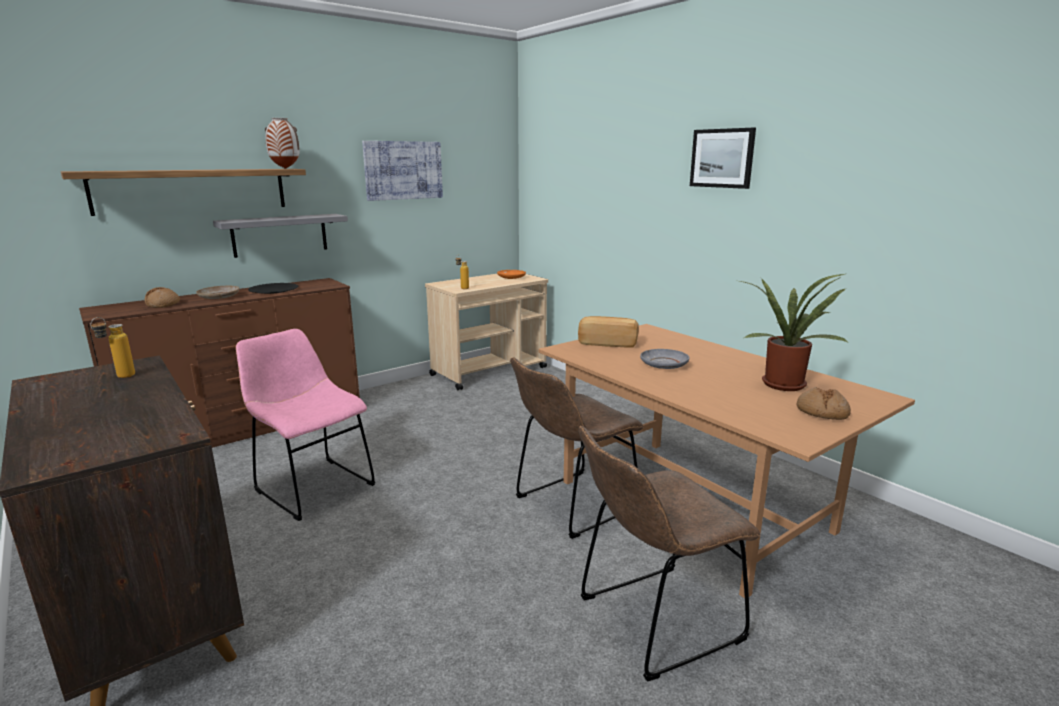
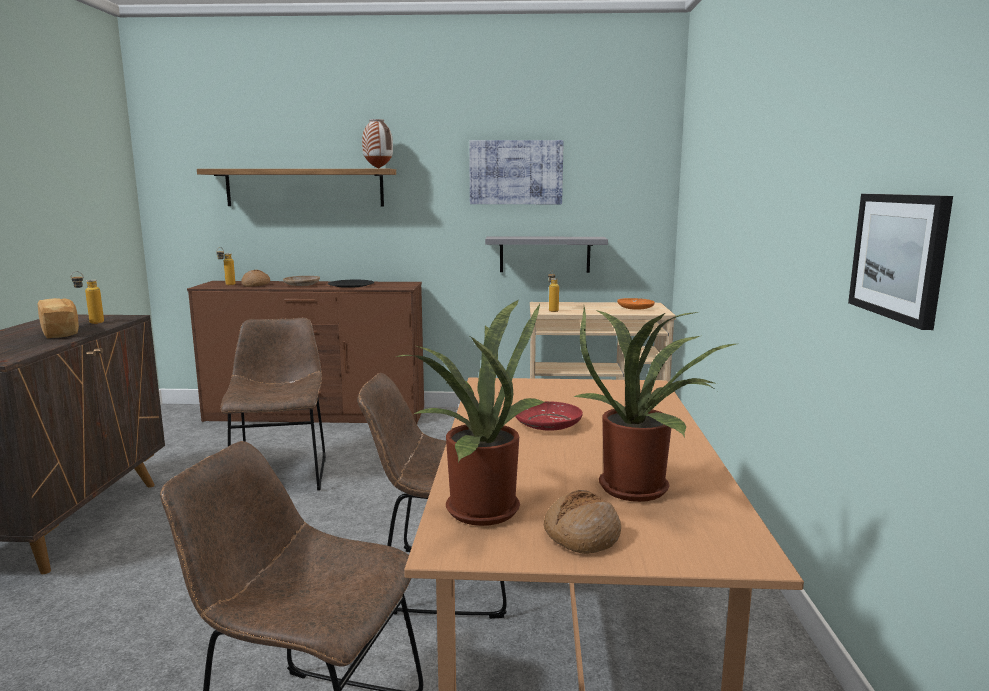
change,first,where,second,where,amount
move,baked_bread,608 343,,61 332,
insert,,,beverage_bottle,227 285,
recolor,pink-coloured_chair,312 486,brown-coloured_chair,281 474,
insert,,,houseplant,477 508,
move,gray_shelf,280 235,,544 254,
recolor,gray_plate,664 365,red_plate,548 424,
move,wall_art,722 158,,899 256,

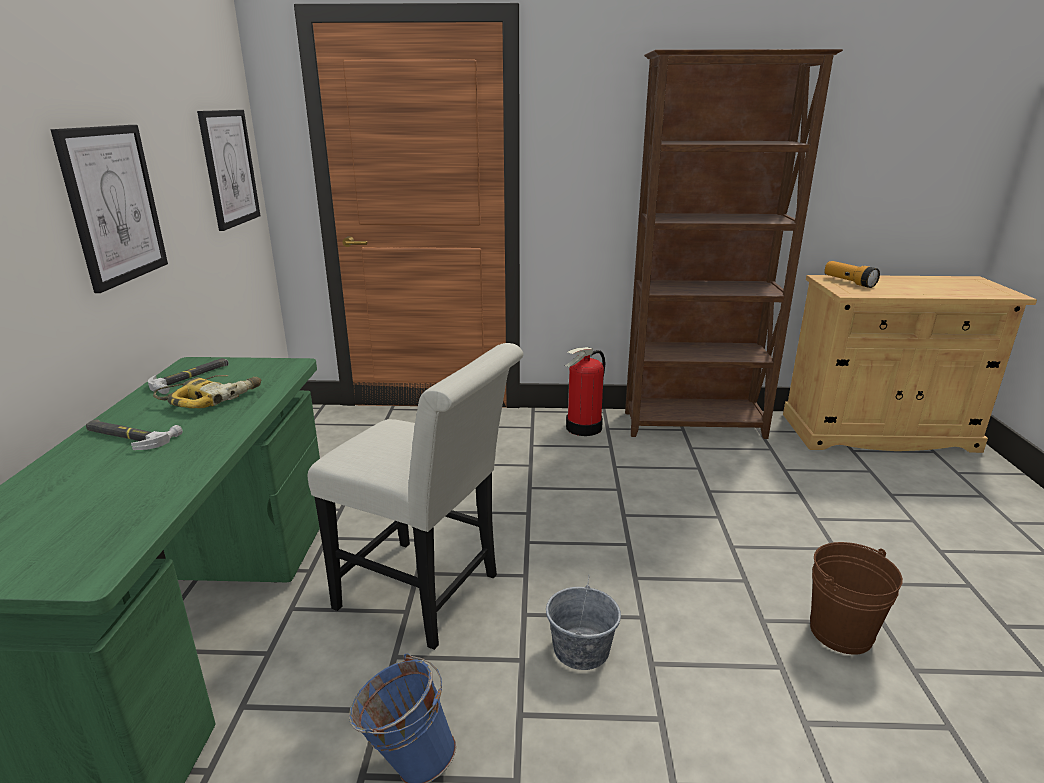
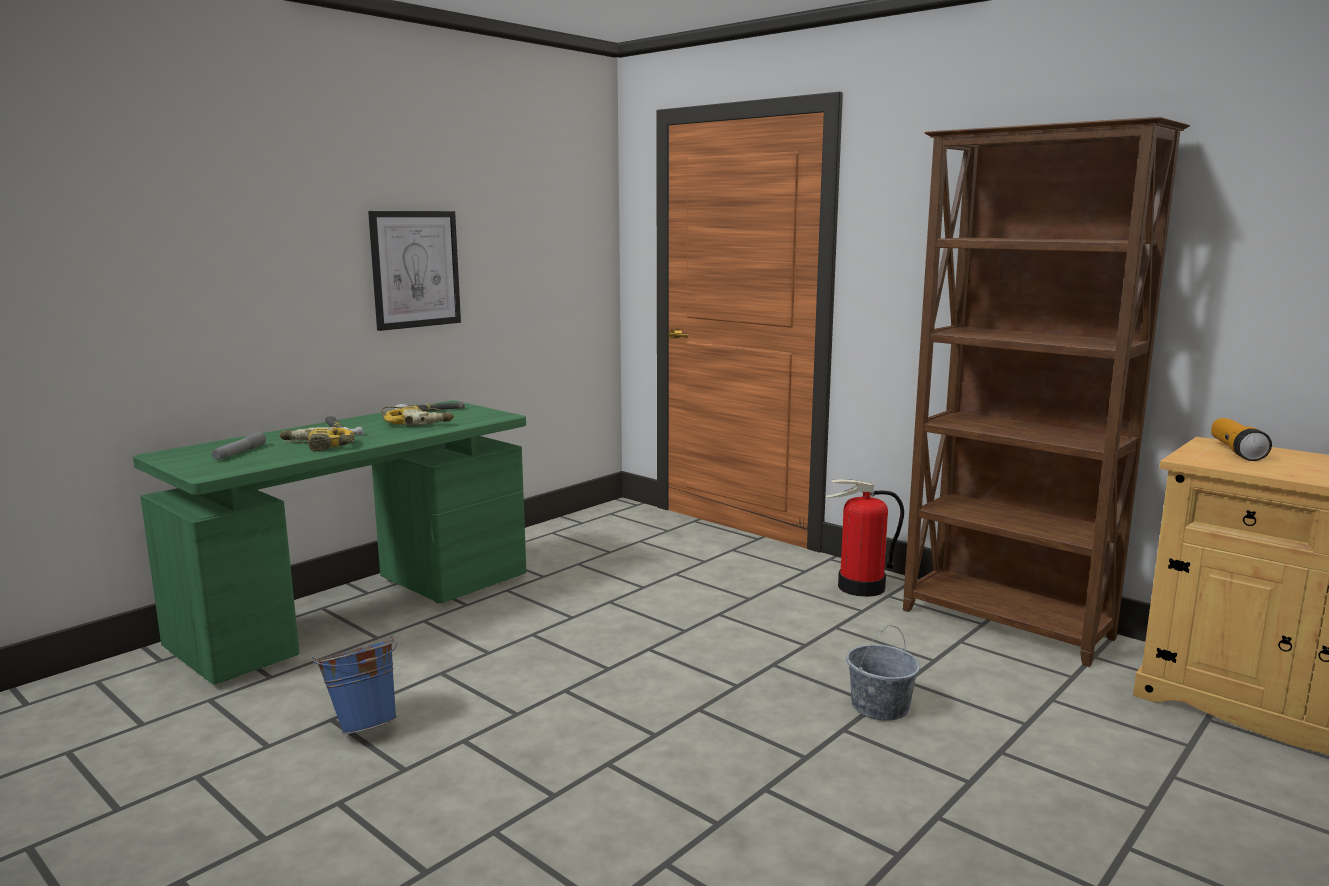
change,first,where,second,where,amount
insert,,,gray_hand_torch,239 453,
insert,,,drill,317 447,
move,gray_pail,581 649,,880 706,
delete,wall_art,229 168,,,
delete,white-coloured_chair,427 595,,,
delete,brown-coloured_pail,841 632,,,

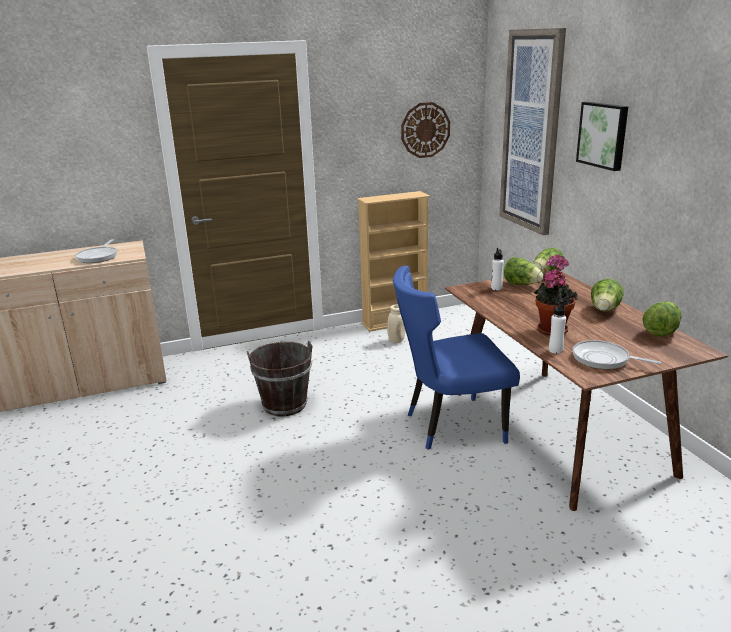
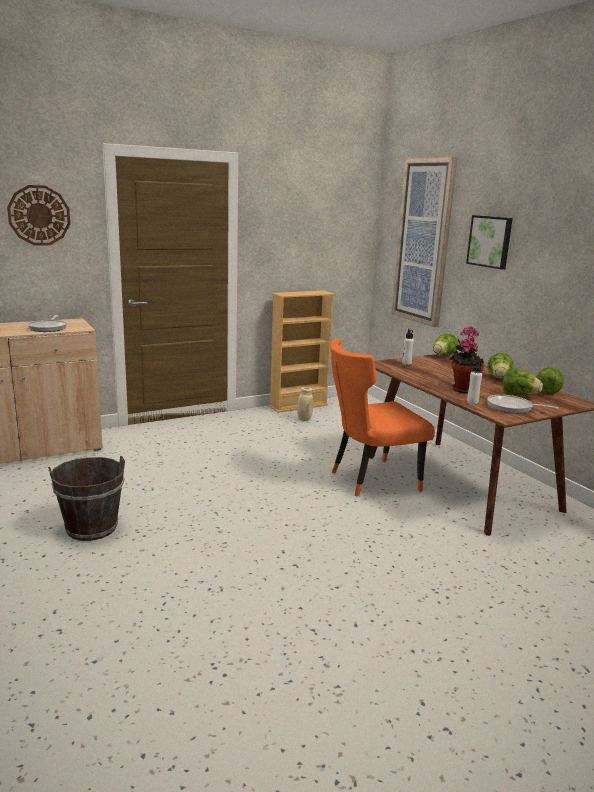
change,first,where,second,where,amount
move,hanging_clock,425 130,,39 215,
move,brown-coloured_pail,284 405,,91 528,
recolor,blue-coloured_chair,450 426,orange_chair,370 480,
move,lettuce_head,521 284,,519 395,

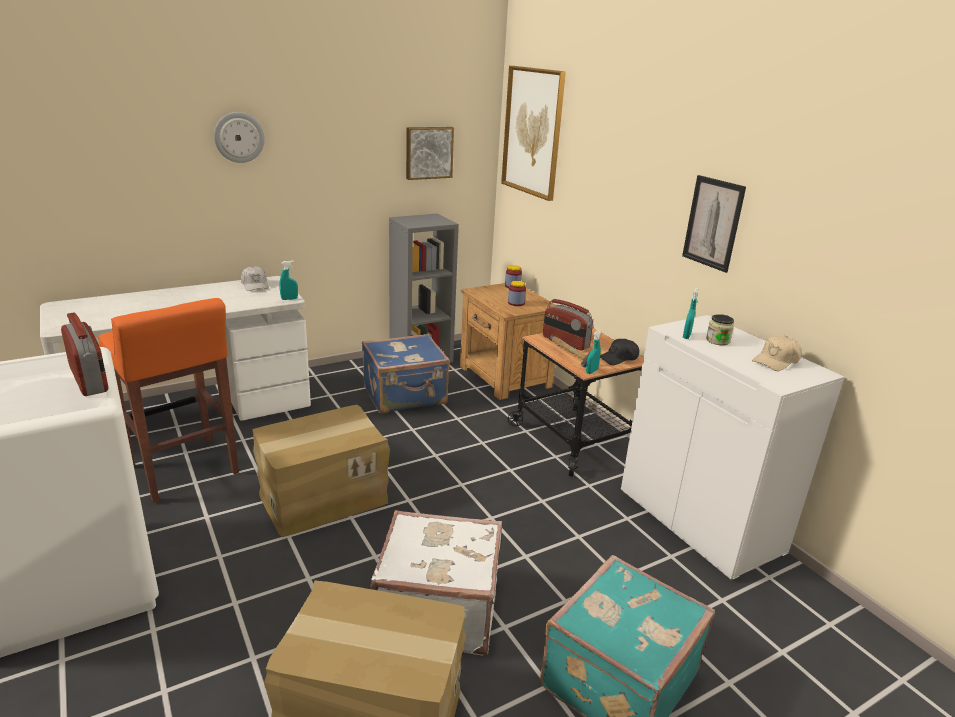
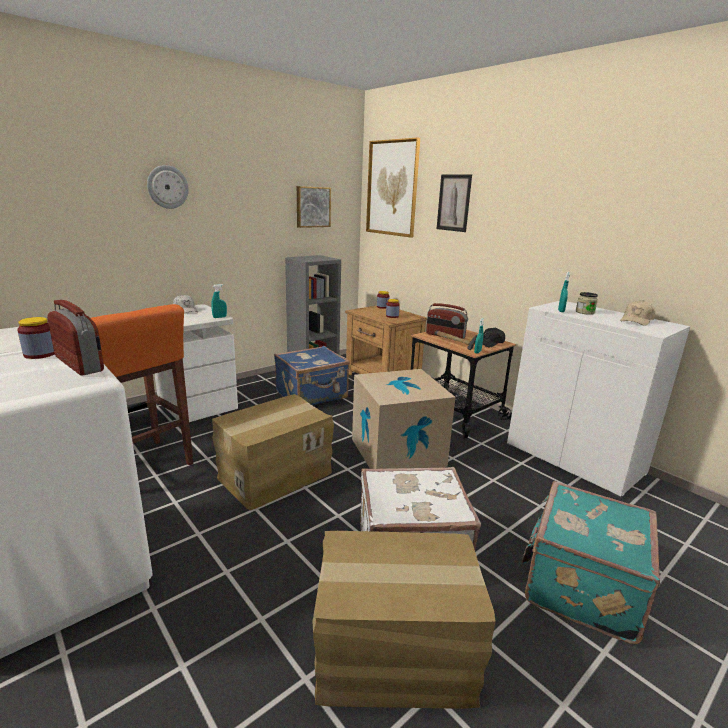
change,first,where,second,where,amount
insert,,,storage_jar,40 354,
insert,,,cardboard_box,397 452,
move,wall_art,713 223,,454 203,

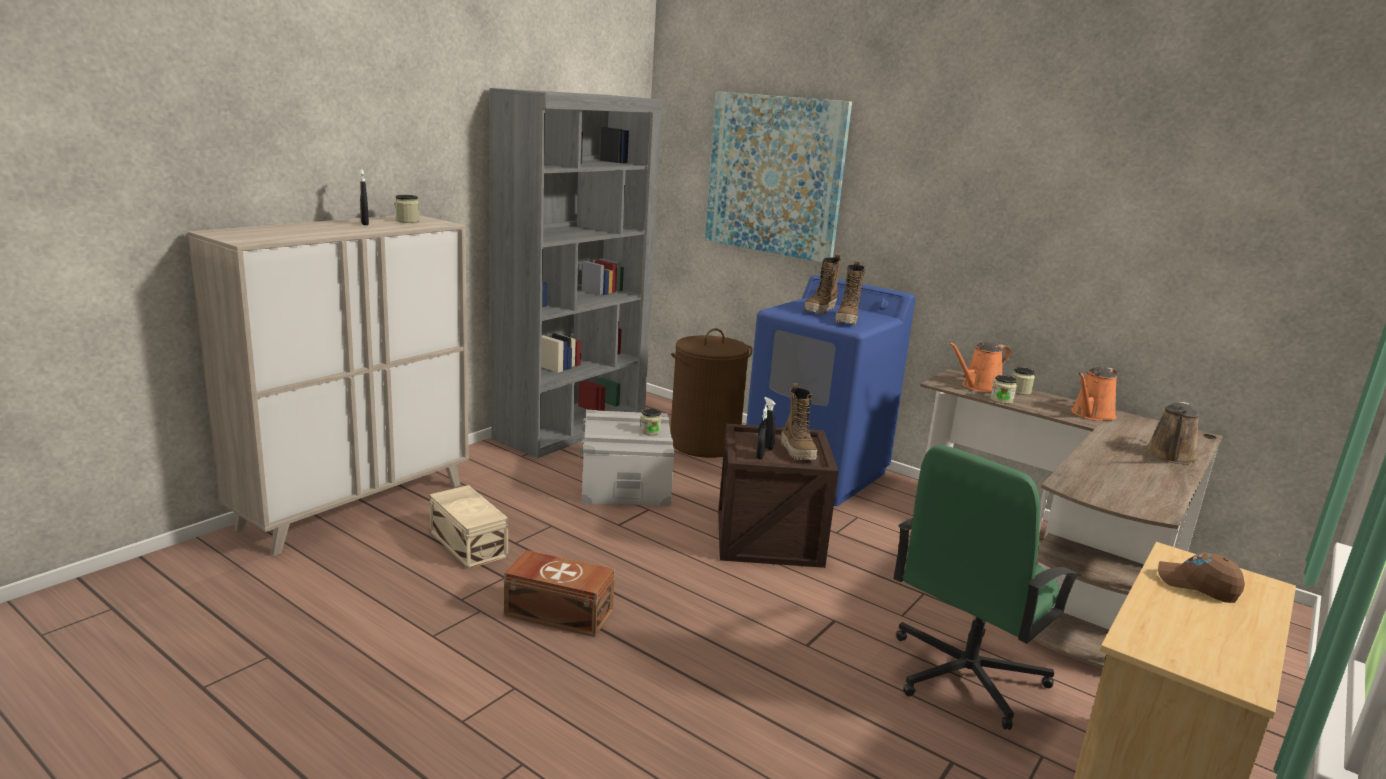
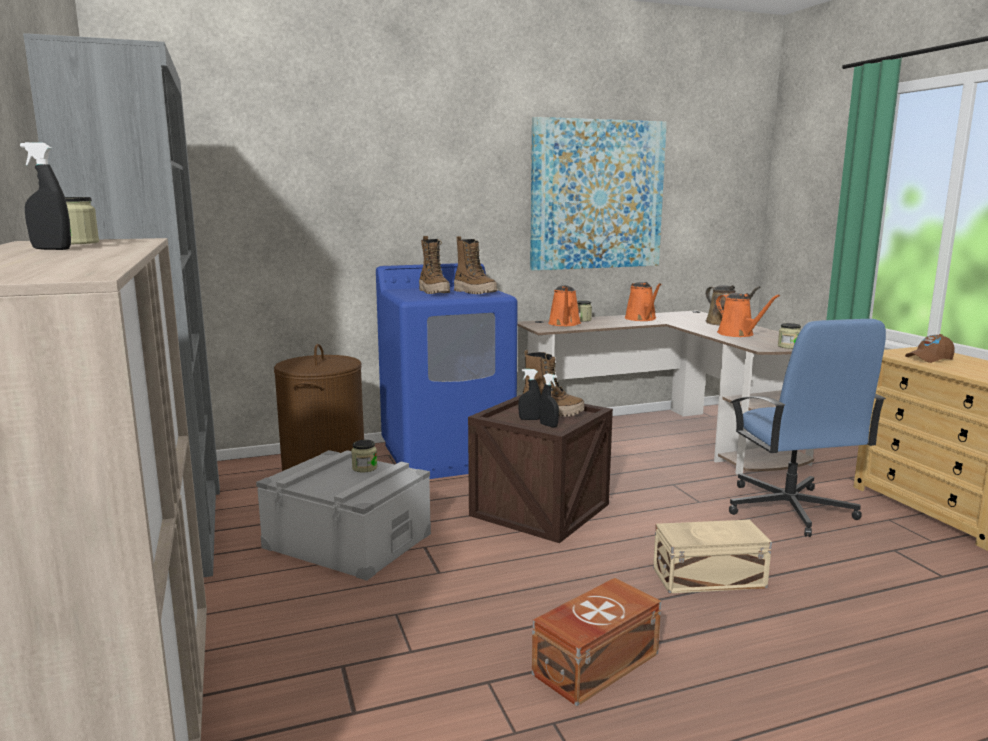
change,first,where,second,where,amount
move,wall_art,774 175,,597 195,
move,sand-coloured_storage_bin,469 543,,706 577,
insert,,,orange_sprinkling_can,738 334,
recolor,green_computer_chair,964 675,blue-coloured_computer_chair,789 509,
move,storage_jar,1001 400,,788 346,

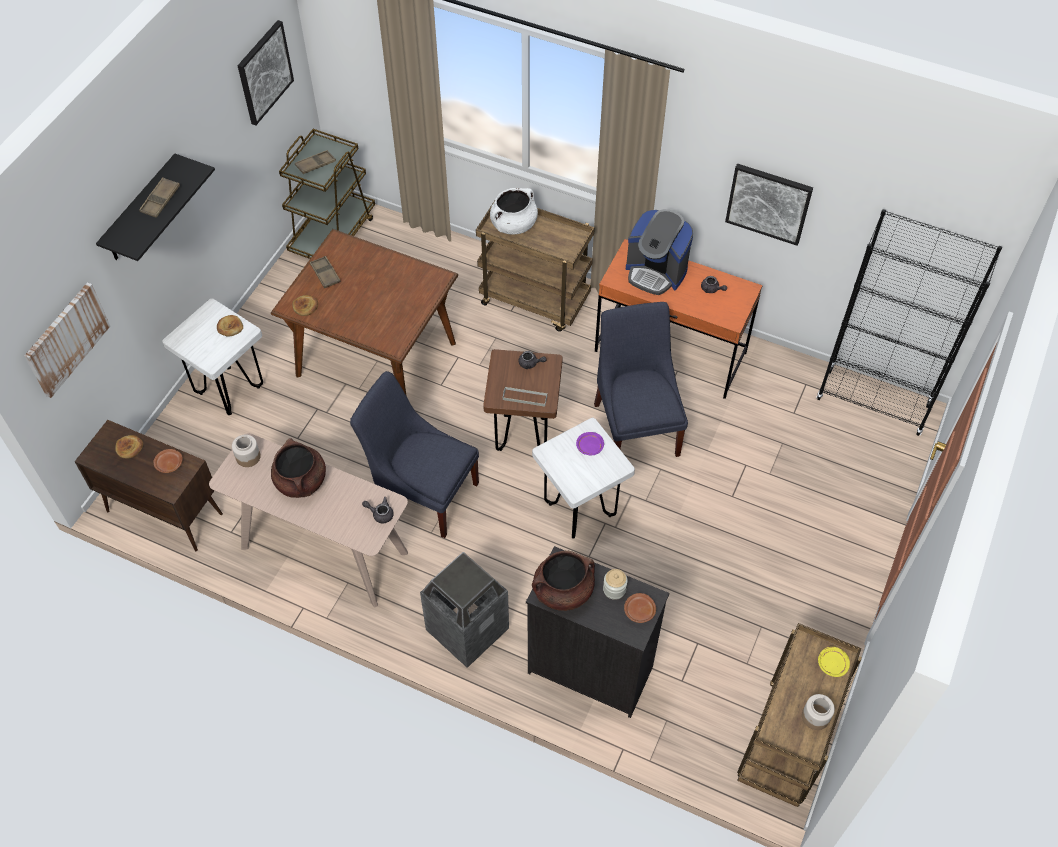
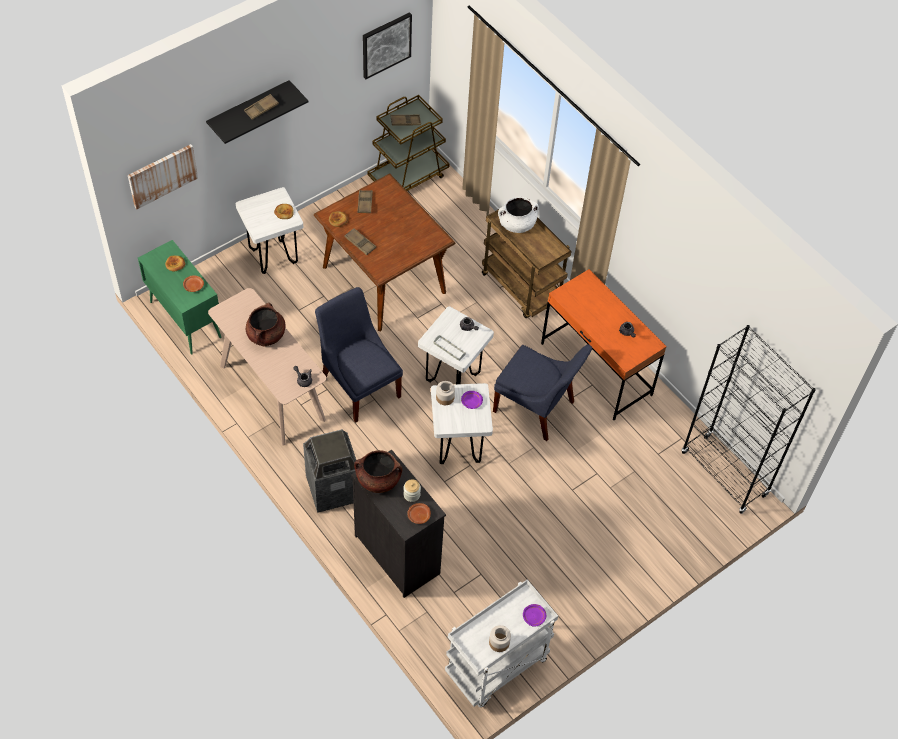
change,first,where,second,where,amount
recolor,brown-coloured_cabinet,163 512,green_cabinet,185 319,
insert,,,brown-coloured_serving_tray,360 243,
recolor,brown-coloured_stool,523 434,white-coloured_stool,453 378,
move,storage_jar,248 456,,445 397,
recolor,brown-coloured_trolley,786 744,white-coloured_trolley,496 667,
rotate,blue-coloured_chair,636 425,,536 409,105 degrees clockwise
recolor,yellow_plate,832 664,purple-coloured_plate,534 616,
delete,coffee_brewer,656 271,,,
delete,wall_art,768 203,,,

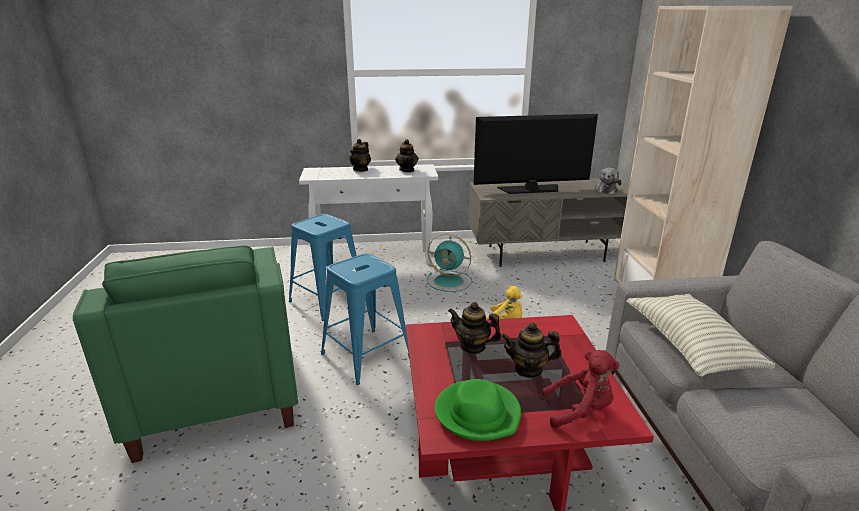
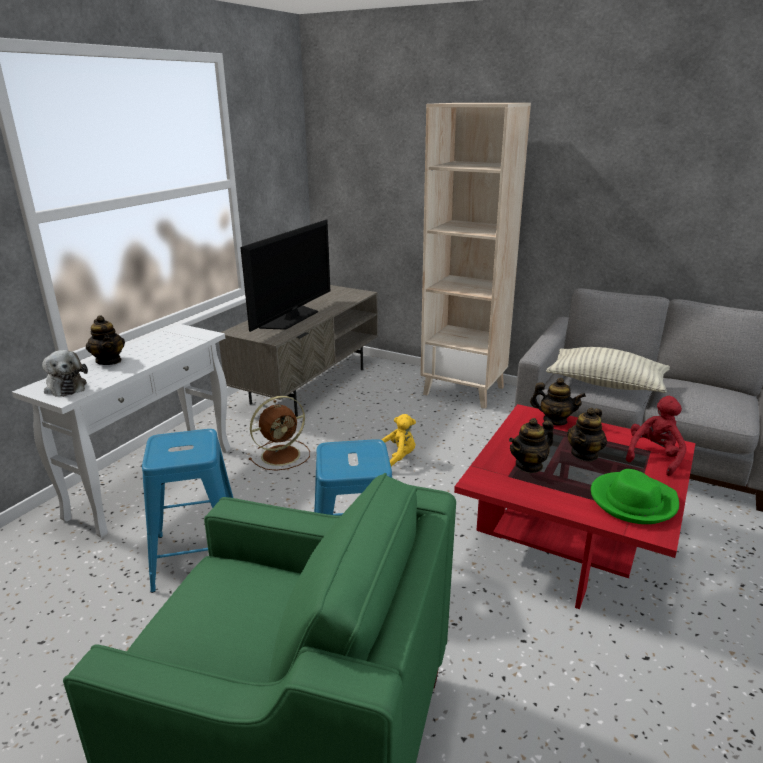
change,first,where,second,where,amount
move,soft_toy,606 189,,65 387,
recolor,turquoise_cooling_fan,450 281,brown-coloured_cooling_fan,282 455,
move,pot_for_tea,407 170,,554 420,

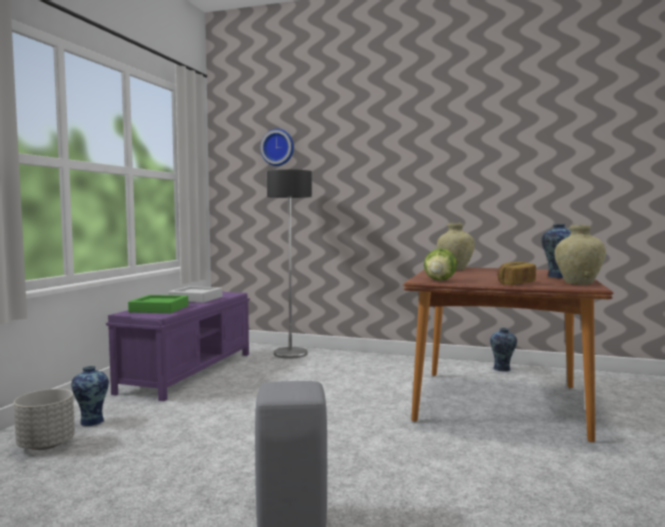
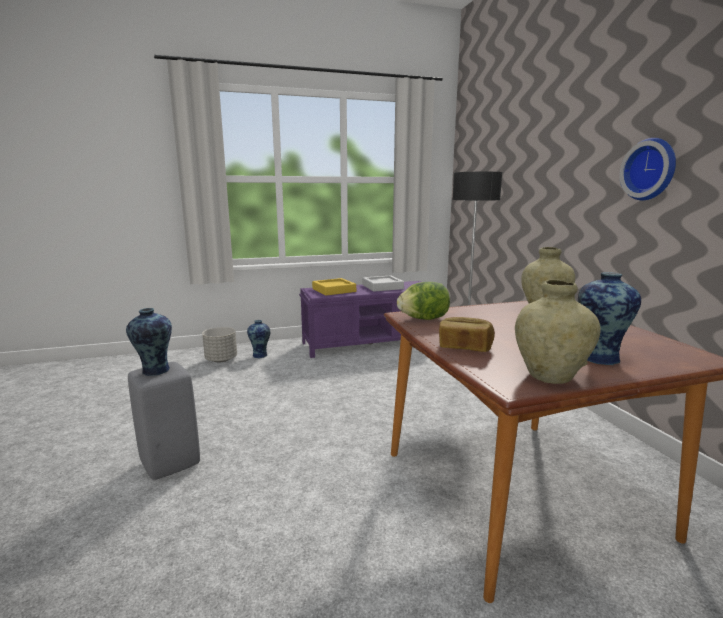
change,first,where,second,where,amount
move,flower_vase,502 369,,154 371,
recolor,green_serving_tray,159 309,yellow_serving_tray,334 290,
move,hanging_clock,278 147,,650 169,

